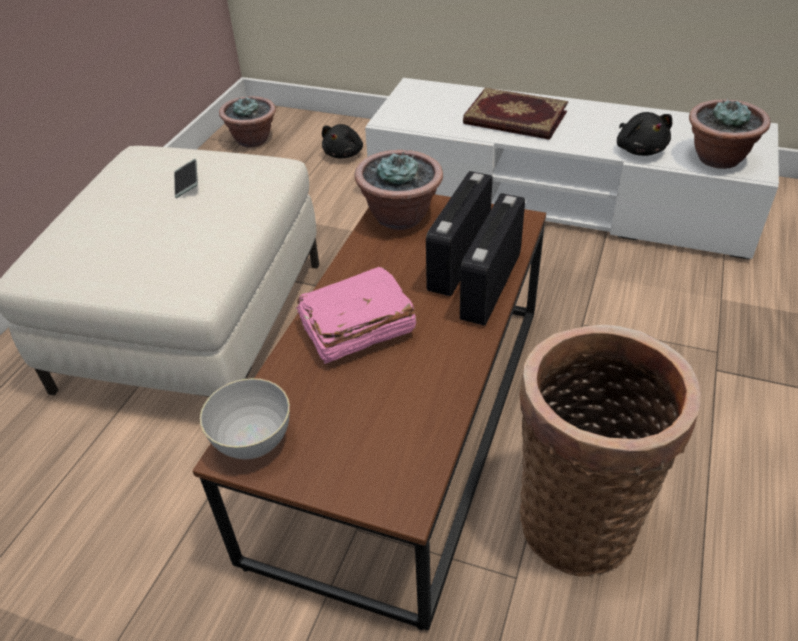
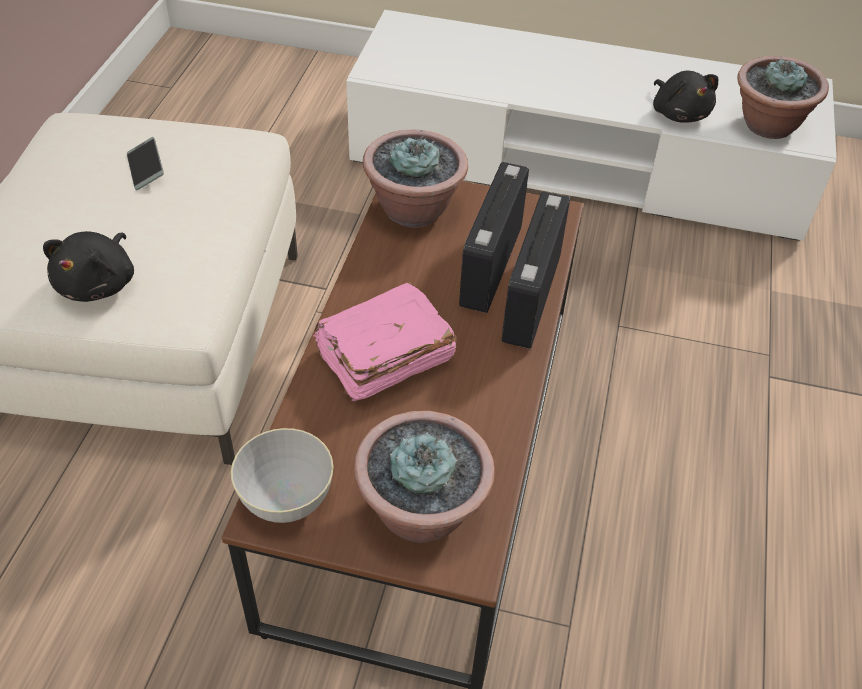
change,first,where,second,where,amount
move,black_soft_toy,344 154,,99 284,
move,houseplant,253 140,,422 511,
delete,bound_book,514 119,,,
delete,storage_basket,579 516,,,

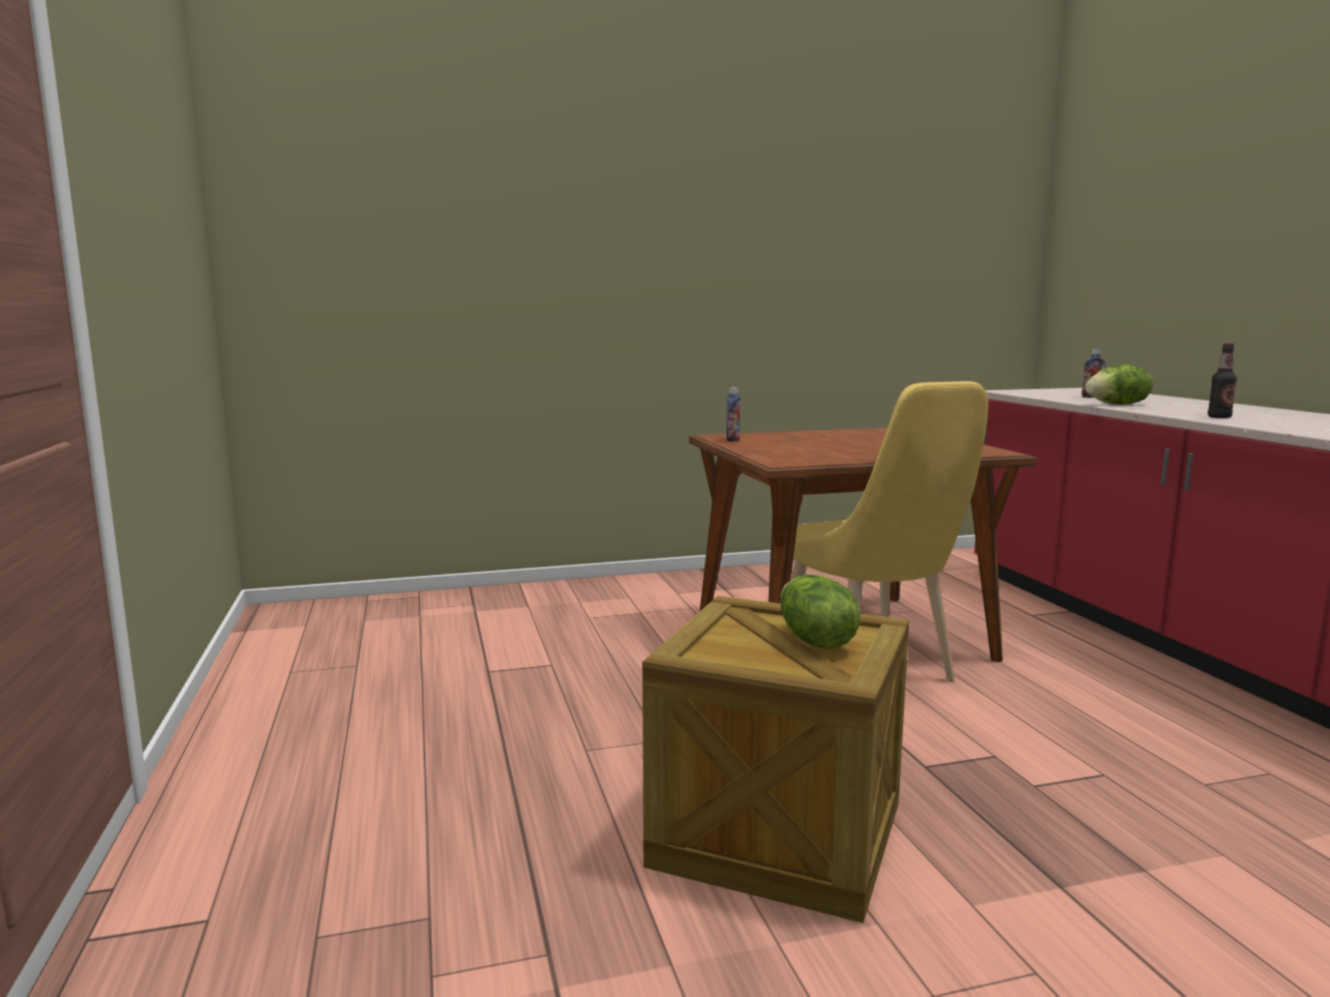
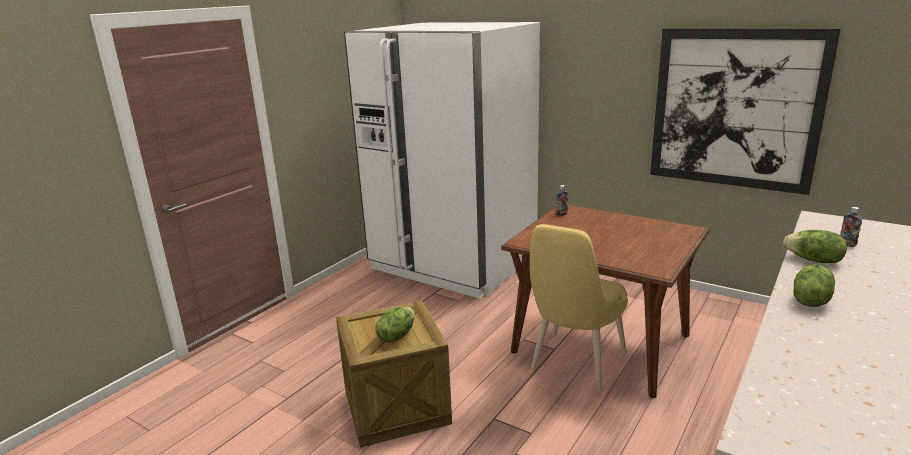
change,first,where,second,where,amount
insert,,,white-coloured_refrigerator,454 263,
insert,,,wall_art,735 109,
replace,beverage_bottle,1219 417,lettuce_head,809 300,

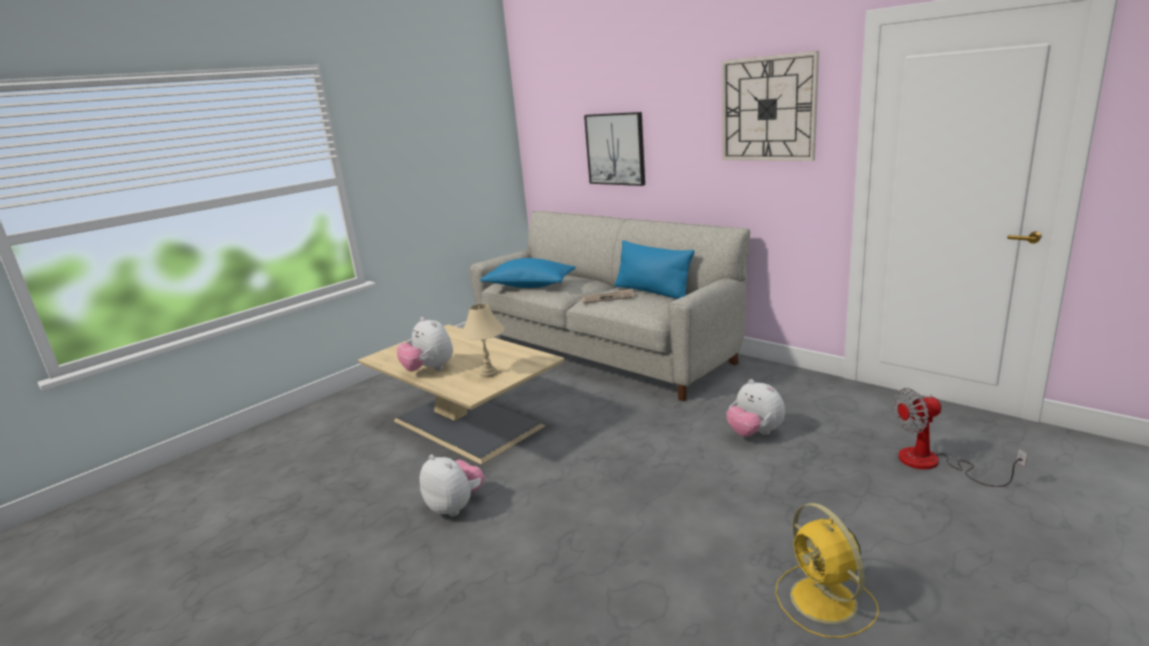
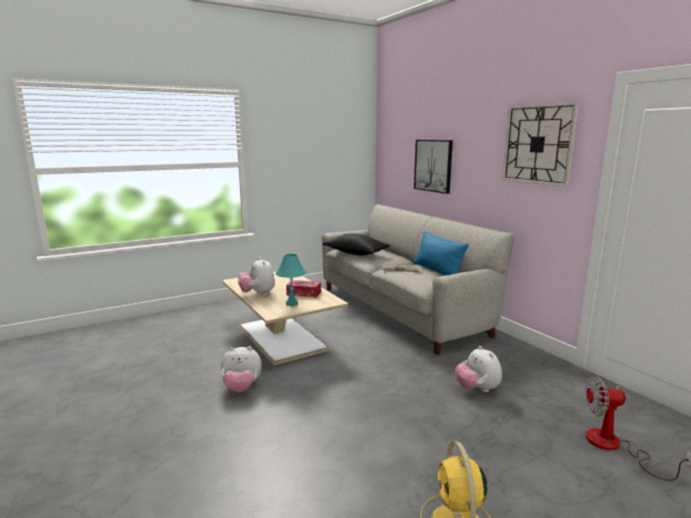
change,first,where,second,where,amount
rotate,soft_toy,456 506,,241 388,120 degrees clockwise
recolor,sand-coloured_tabletop_lamp,489 374,turquoise_tabletop_lamp,292 303,
insert,,,tissue_box,304 293,
recolor,blue-coloured_cushion,530 286,black_cushion,355 253,

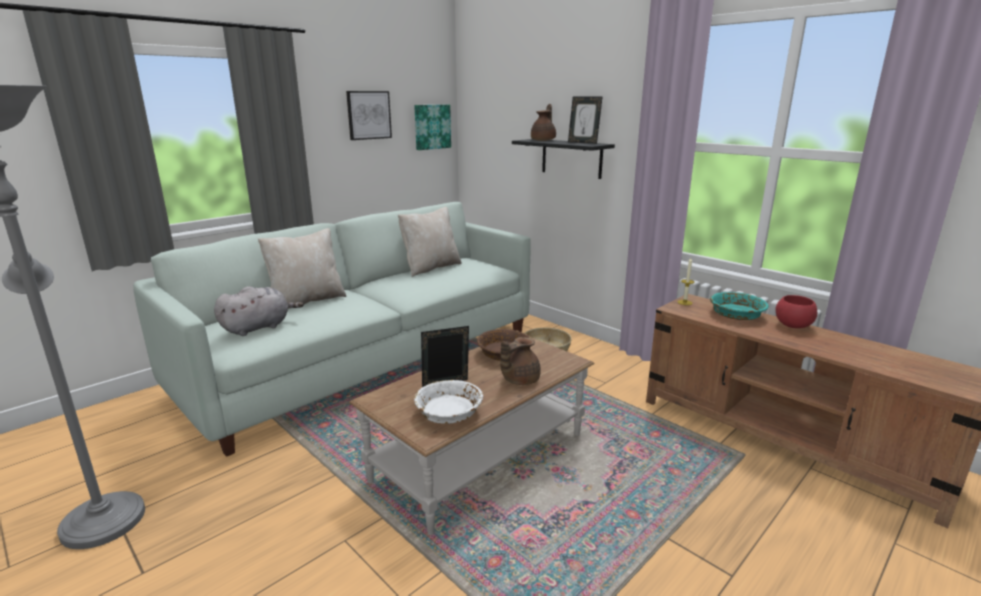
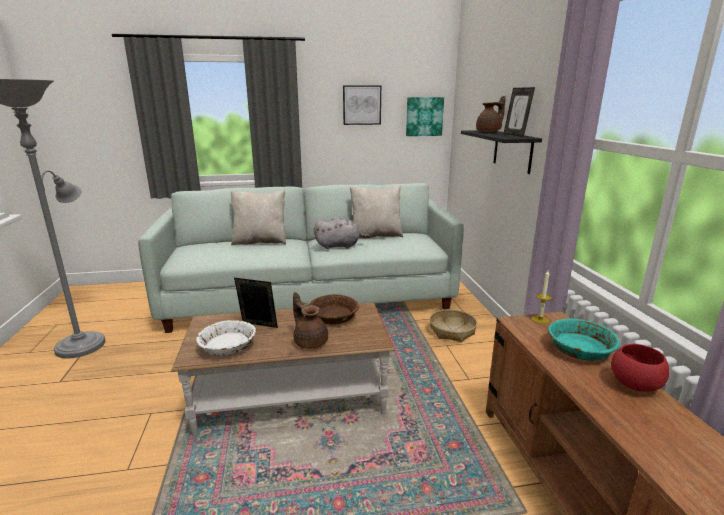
change,first,where,second,where,amount
rotate,brown-coloured_pot_for_tea,519 380,,310 341,60 degrees clockwise
move,gray_soft_toy,259 327,,339 246,

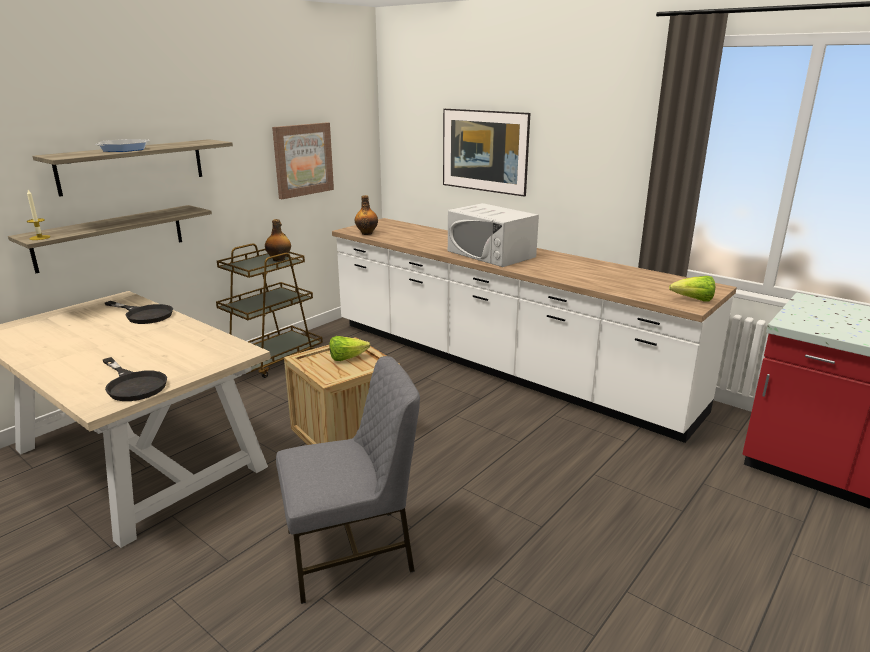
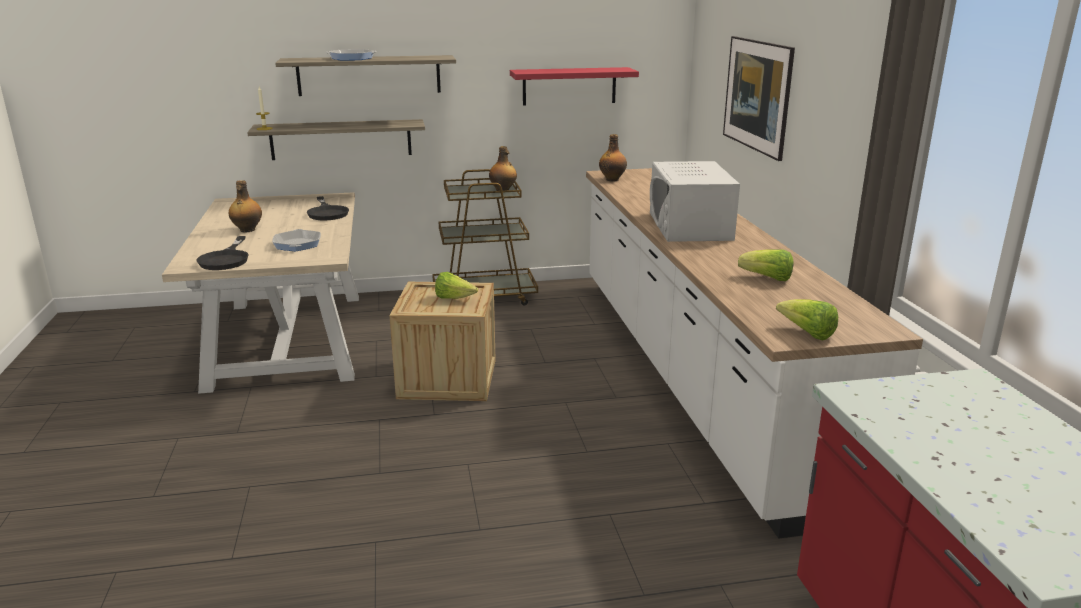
change,first,where,second,where,amount
insert,,,beverage_bottle,247 230,
insert,,,frying_pan,297 244,
replace,wall_art,303 159,red_shelf,569 86,
insert,,,lettuce_head,767 278,
delete,gray_chair,352 552,,,

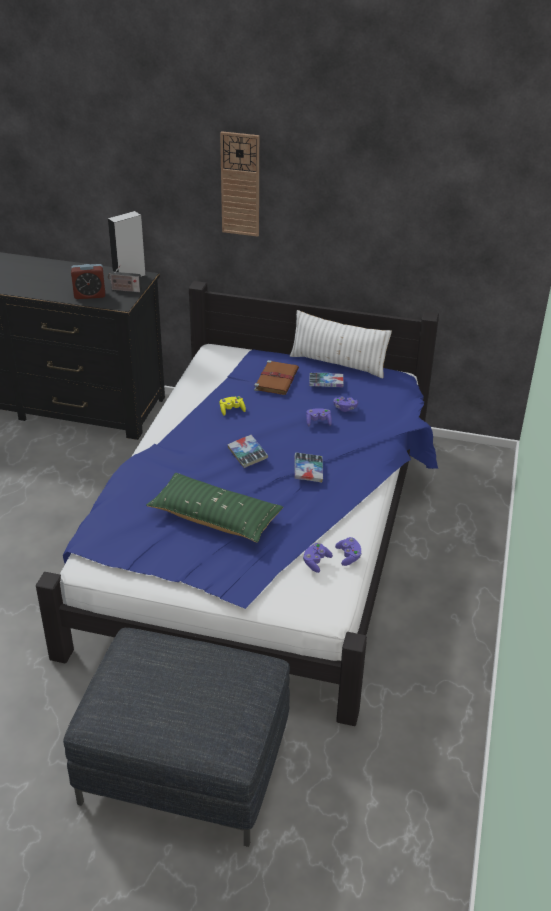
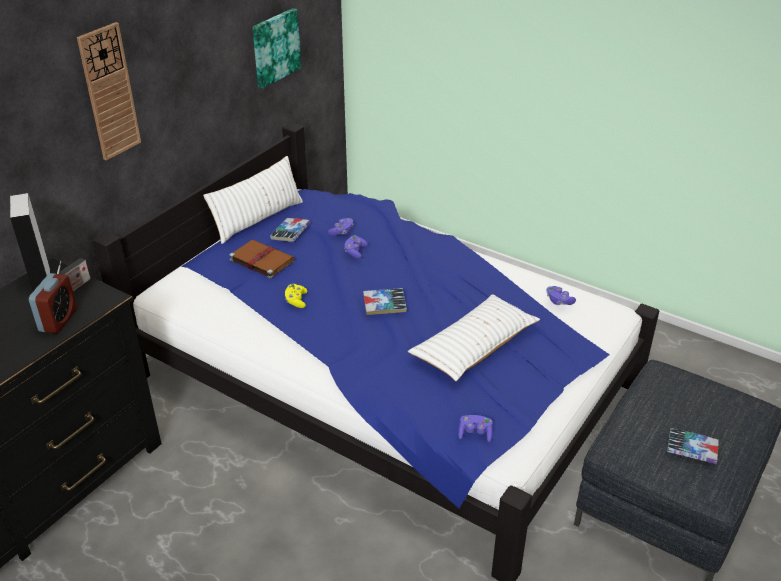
change,first,where,second,where,amount
insert,,,wall_art,275 47,
recolor,green_cushion,215 517,white-coloured_cushion,474 347,
move,purple-coloured_gamepad,348 556,,475 433,
move,bound_book,308 471,,691 449,

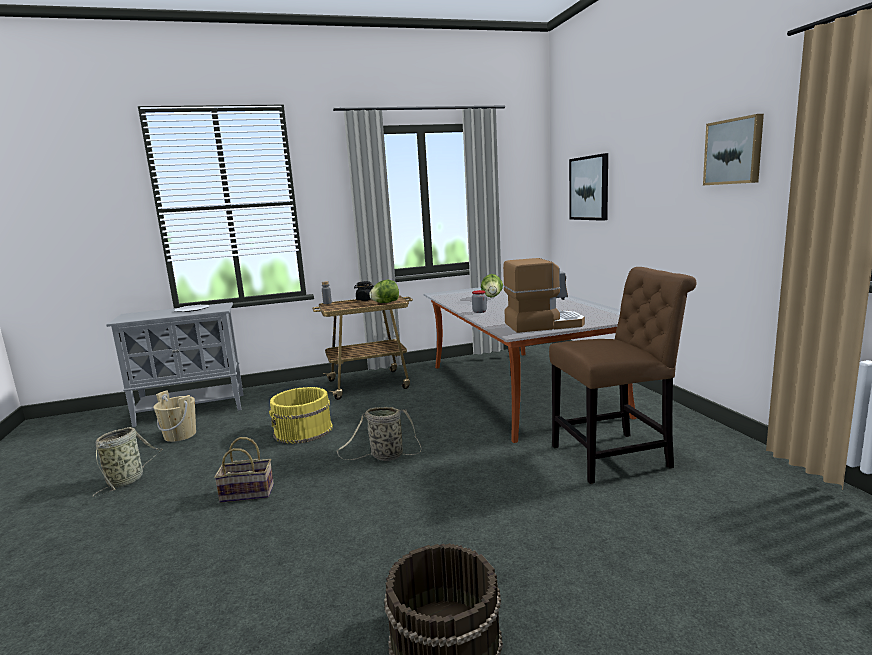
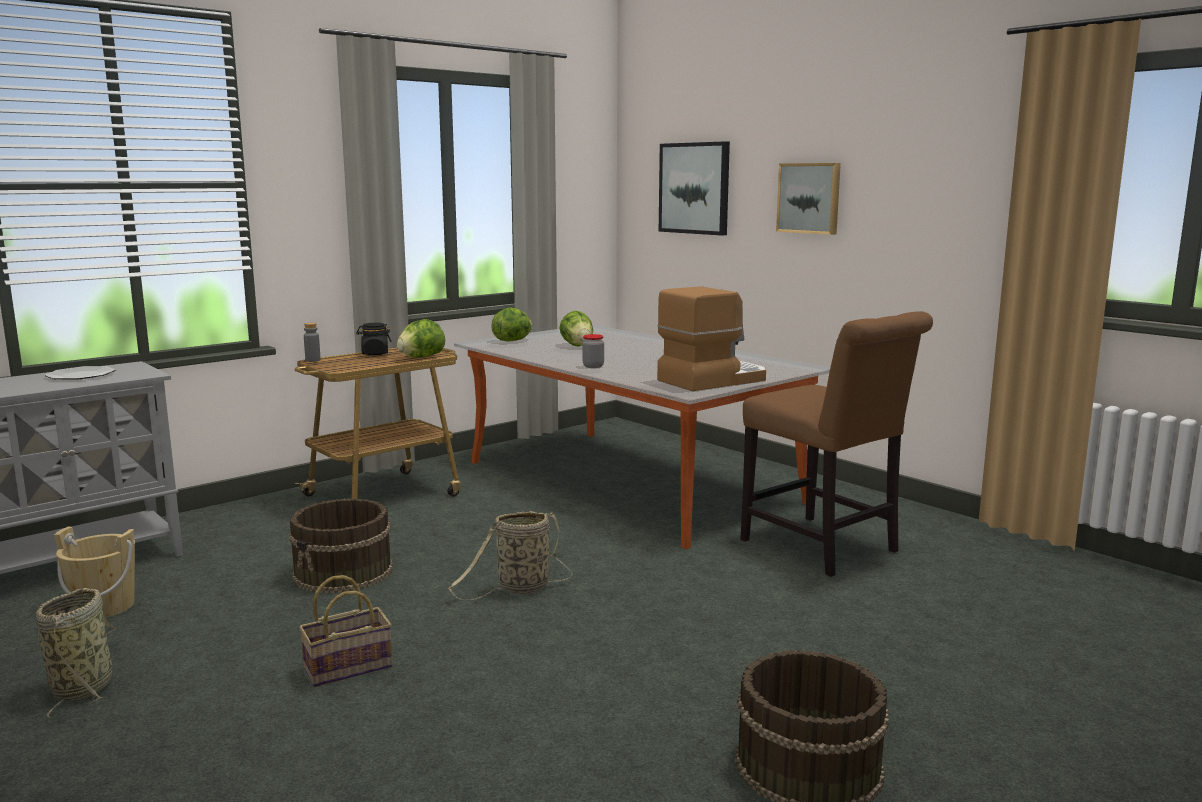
change,first,where,second,where,amount
recolor,yellow_pail,303 431,brown-coloured_pail,344 572,
insert,,,lettuce_head,513 341,
rotate,brown-coloured_chair,616 456,,825 549,90 degrees clockwise
move,wall_art,734 151,,809 198,

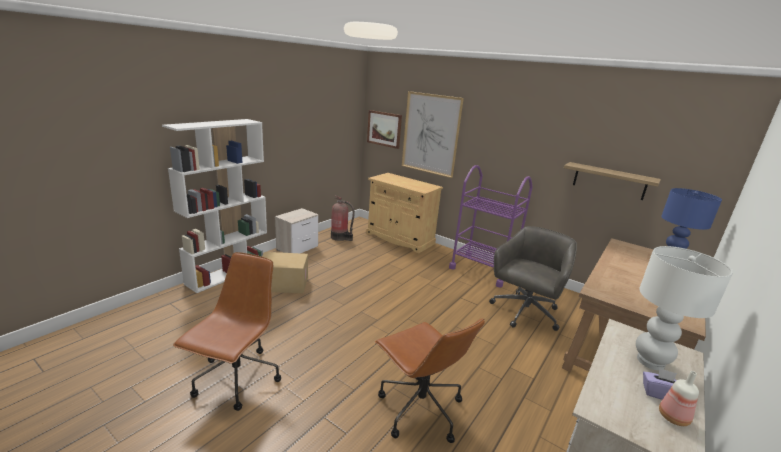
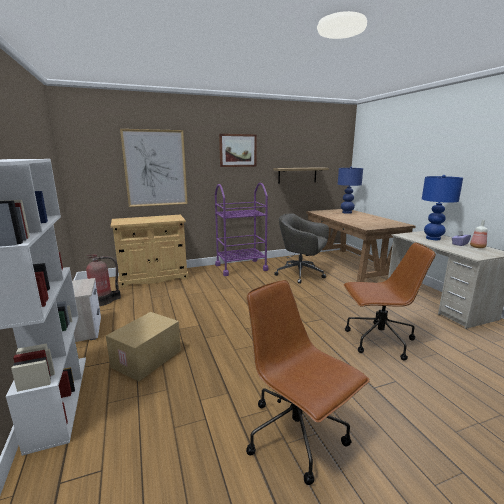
change,first,where,second,where,amount
move,wall_art,384 129,,238 150,
rotate,gray_computer_chair,524 312,,301 274,45 degrees counterclockwise
recolor,white-coloured_tabletop_lamp,651 361,blue-coloured_tabletop_lamp,433 238,

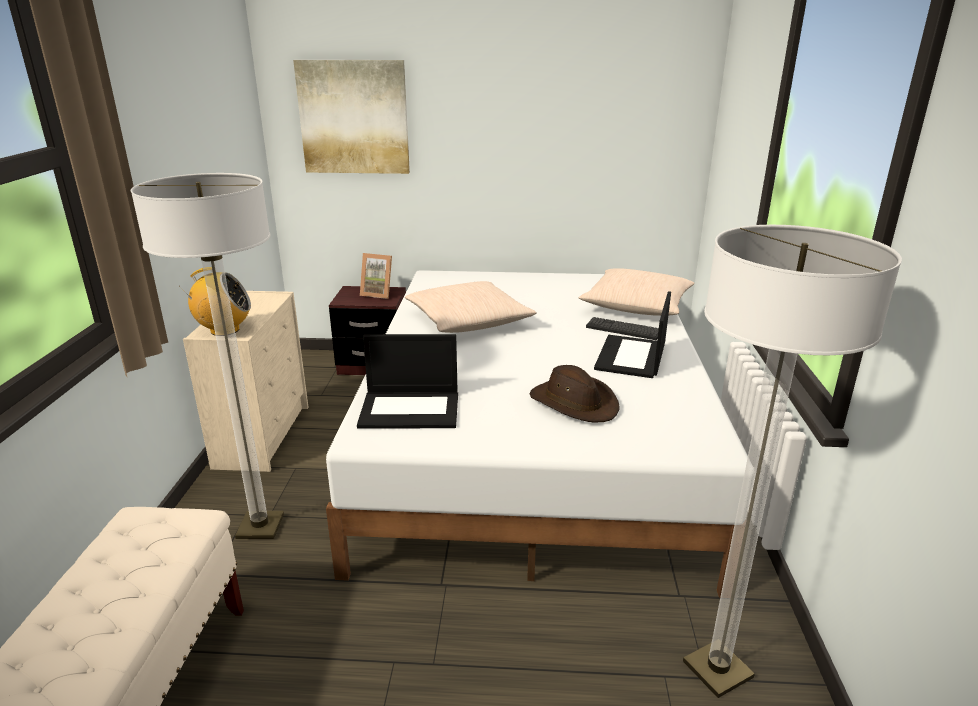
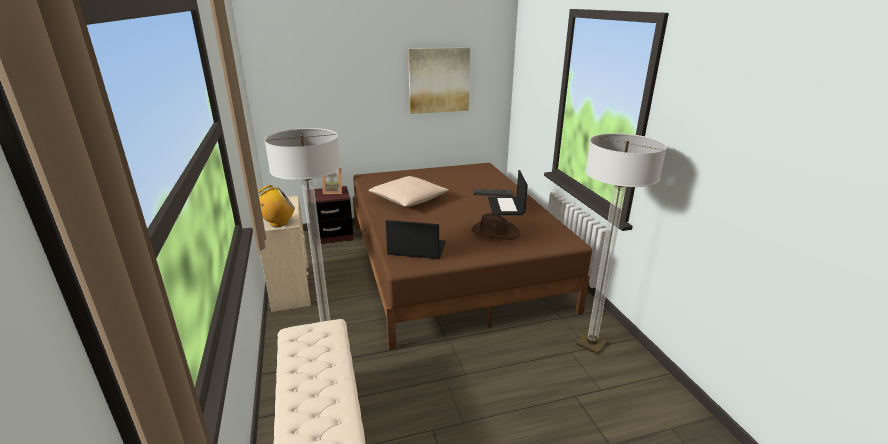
change,first,where,second,where,amount
recolor,white-coloured_sleeping_bed,533 443,brown-coloured_sleeping_bed,451 263,
rotate,notebook_computer,411 409,,416 249,150 degrees counterclockwise
move,wall_art,354 117,,439 80,
delete,sand-coloured_cushion,637 306,,,

